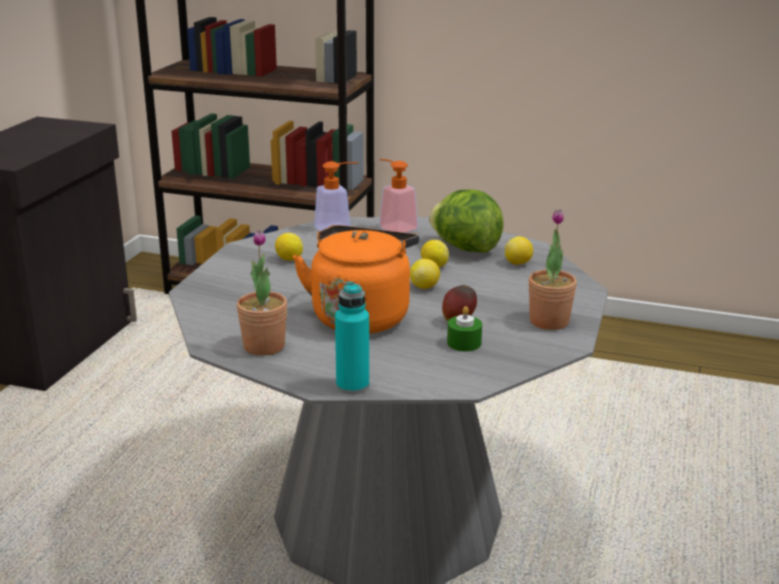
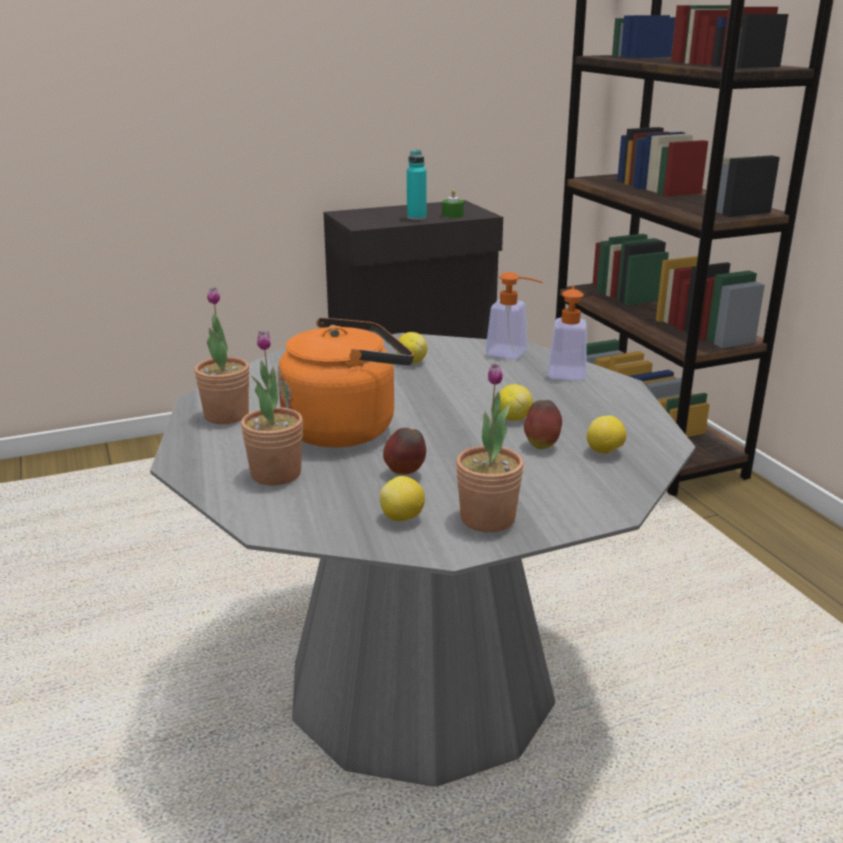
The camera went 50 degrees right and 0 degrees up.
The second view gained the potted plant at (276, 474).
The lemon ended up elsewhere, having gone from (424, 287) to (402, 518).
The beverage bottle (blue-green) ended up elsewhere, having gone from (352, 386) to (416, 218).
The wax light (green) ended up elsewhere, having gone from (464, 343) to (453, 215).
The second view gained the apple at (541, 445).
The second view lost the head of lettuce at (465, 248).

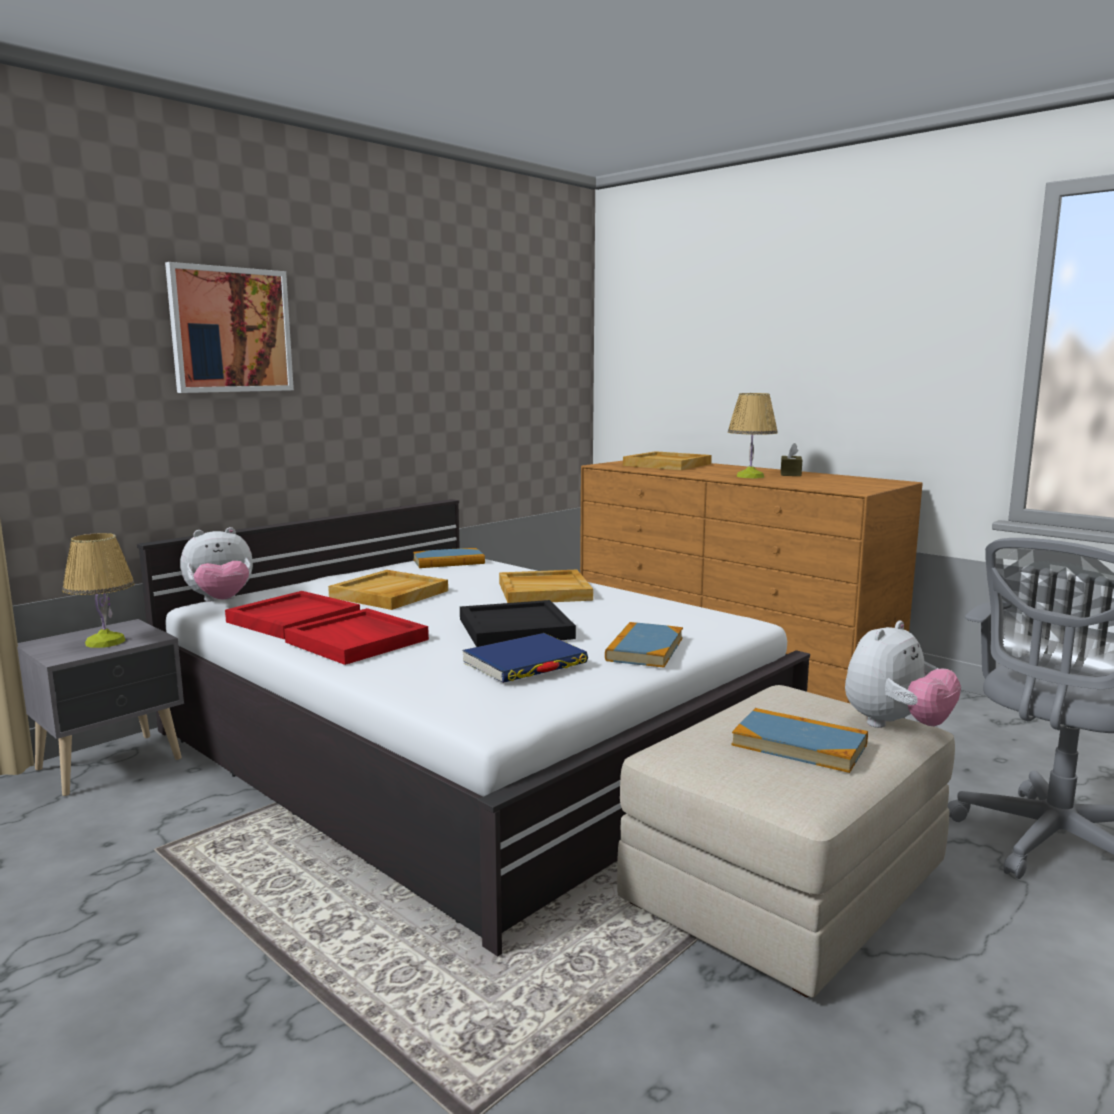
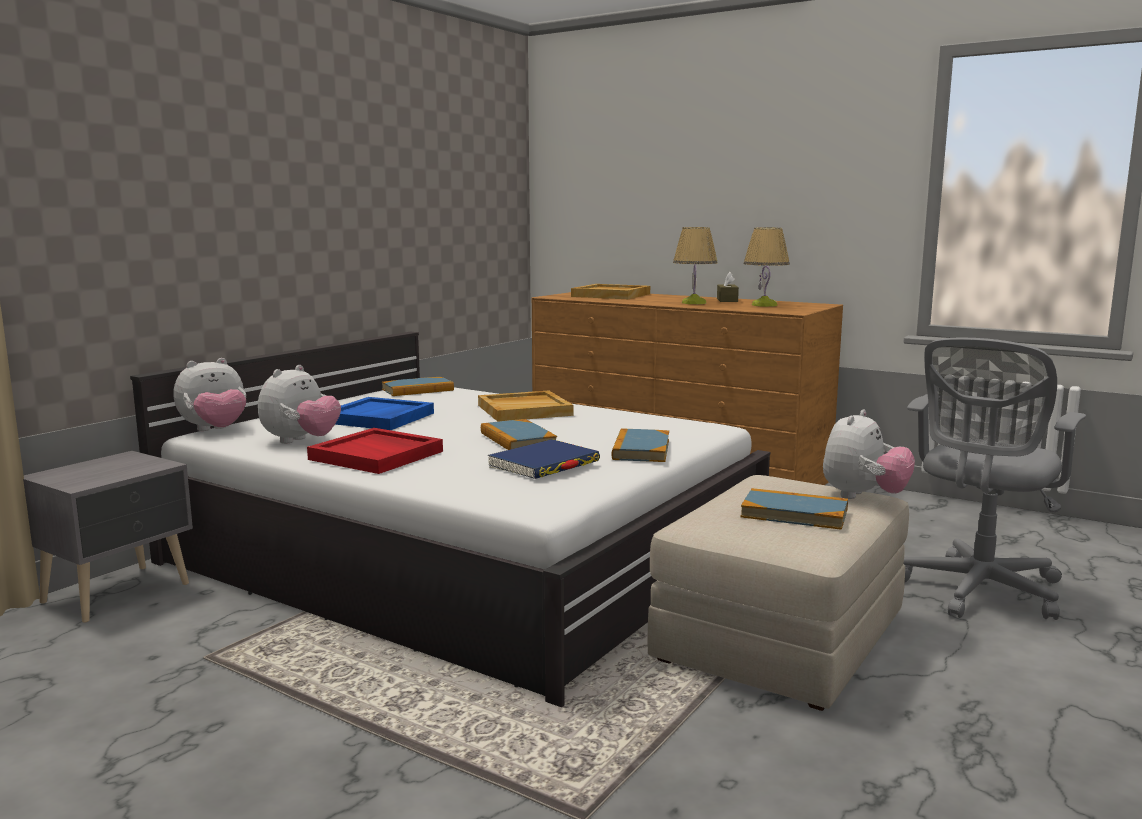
The camera went 10 degrees left and 0 degrees up.
Where the carrying tray (red) stood at (294, 619), the soft toy came to stand at (301, 441).
What was the carrying tray (beige-coloured) at (389, 594) turned into the carrying tray (blue-coloured) at (379, 418).
Where the carrying tray (black-coloured) stood at (514, 629), the book came to stand at (517, 439).
The lamp for a table ended up elsewhere, having gone from (105, 642) to (764, 305).
The second view lost the wall art at (231, 330).

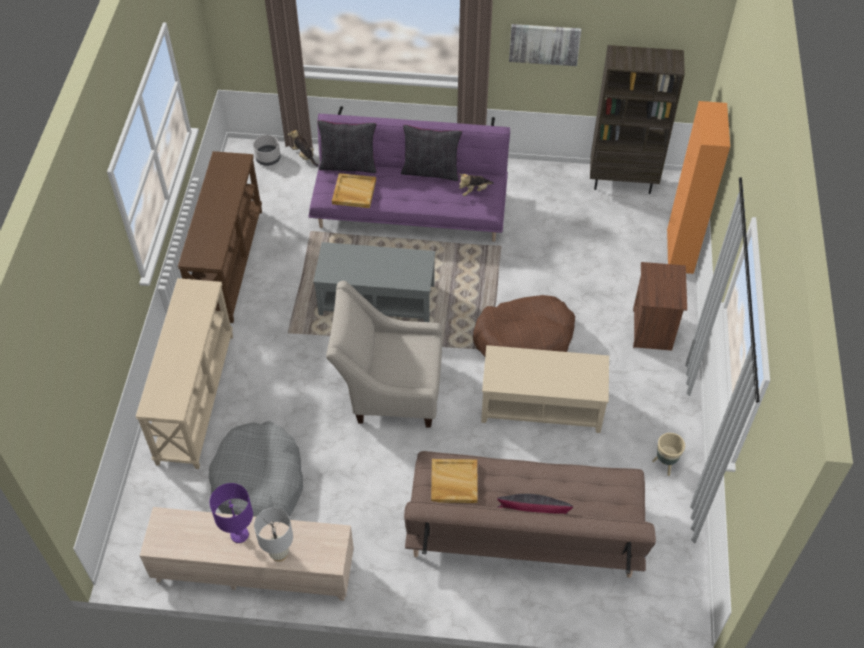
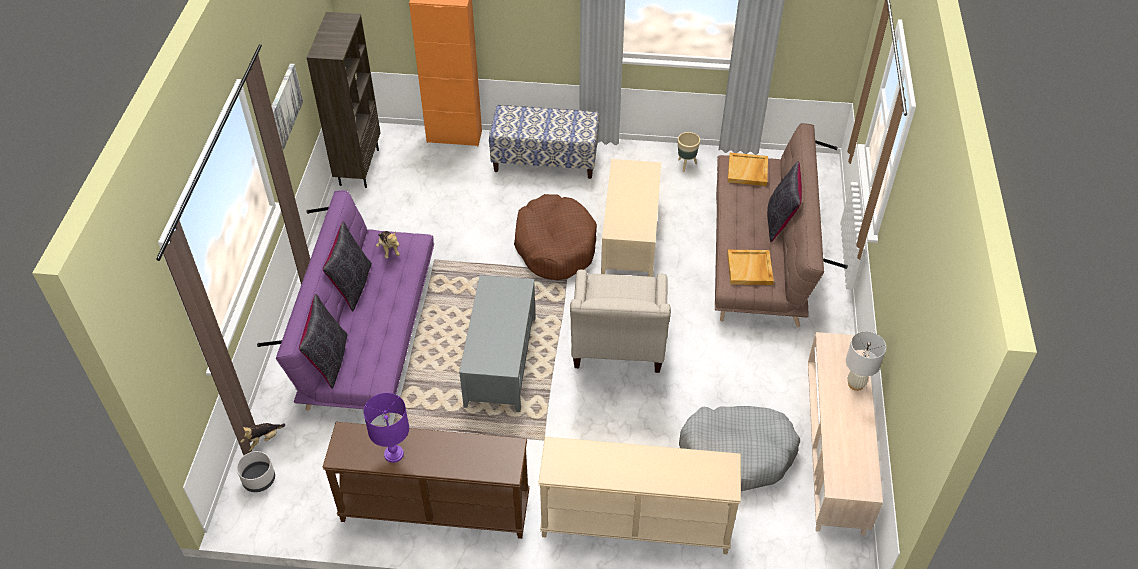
The camera went 90 degrees left and 5 degrees down.
The lamp for a table (purplish) ended up elsewhere, having gone from (239, 535) to (394, 454).
Where the bedside table (brown-coloured) stood at (653, 329), the bench came to stand at (545, 160).
The carrying tray (beige-coloured) ended up elsewhere, having gone from (353, 192) to (748, 171).

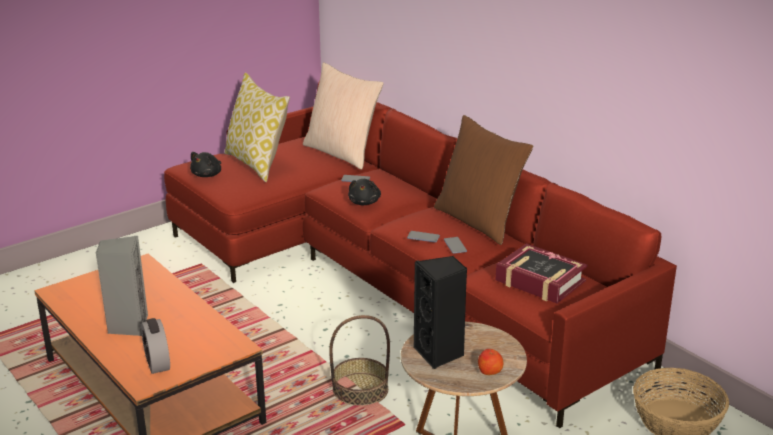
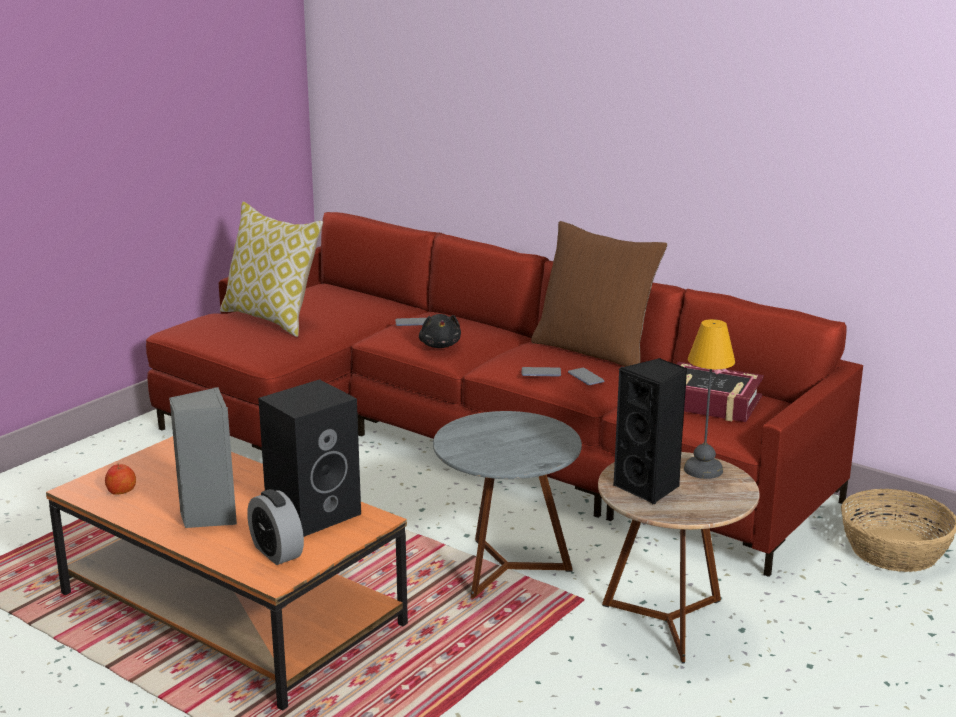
The camera went 15 degrees left and 5 degrees down.
The apple ended up elsewhere, having gone from (489, 371) to (121, 490).
The second view gained the speaker (black-coloured) at (314, 512).
Where the household basket stood at (360, 390), the side table (gray) came to stand at (505, 570).
The second view gained the lamp for a table at (702, 469).
The second view lost the soft toy (black-coloured) at (207, 175).
The second view lost the pillow (beige-coloured) at (342, 153).

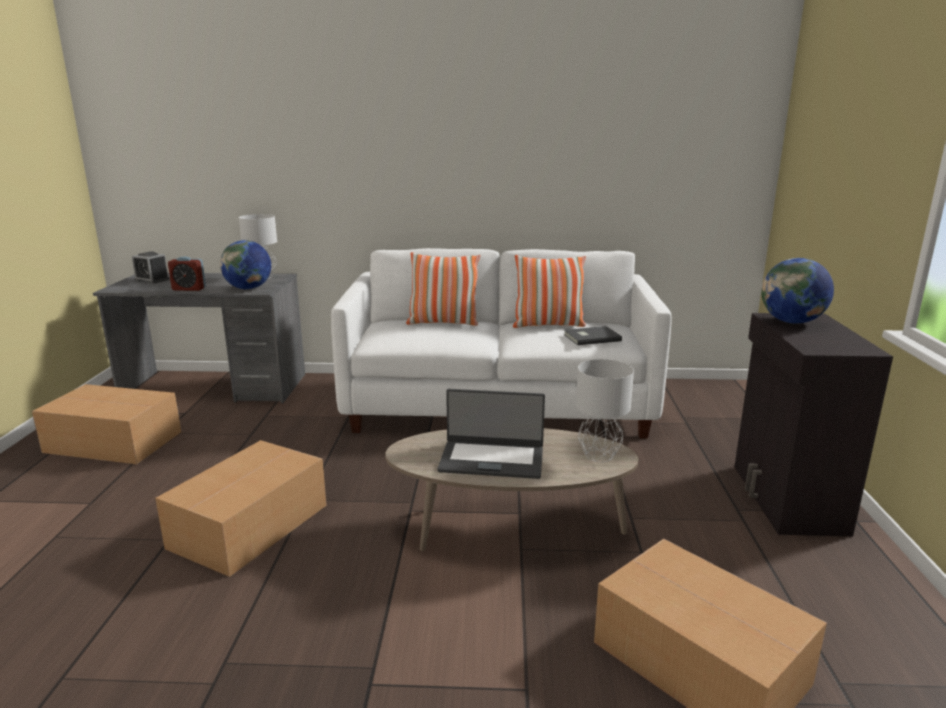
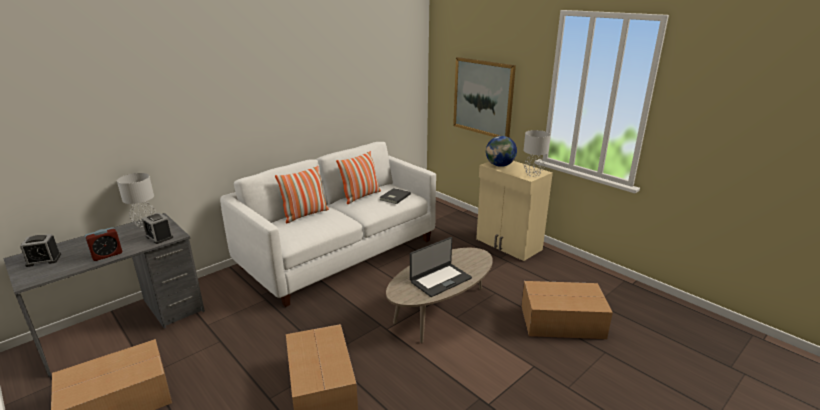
The camera went 45 degrees left and 5 degrees up.
Where the world globe stood at (248, 288), the bedside clock came to stand at (159, 237).
The second view gained the wall art at (483, 97).
What was the storage cabinet (black-coloured) at (786, 499) turned into the storage cabinet (beige-coloured) at (508, 245).
The lamp for a table (gray) ended up elsewhere, having gone from (598, 456) to (533, 174).

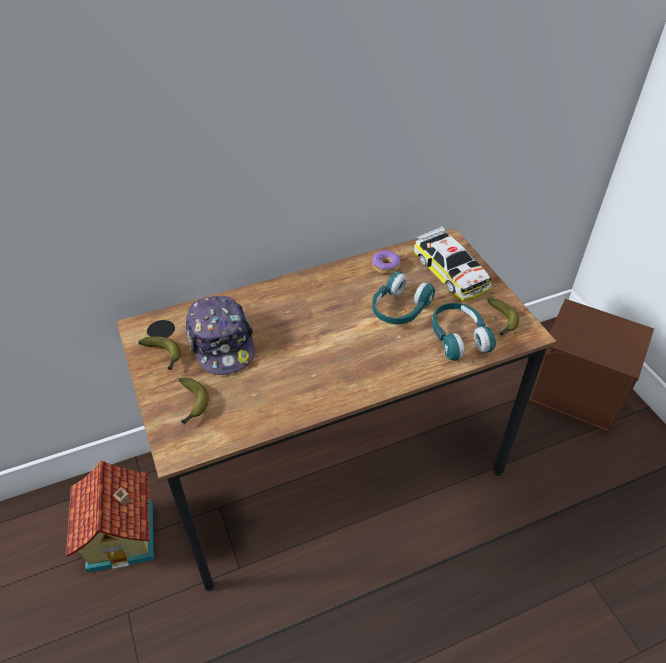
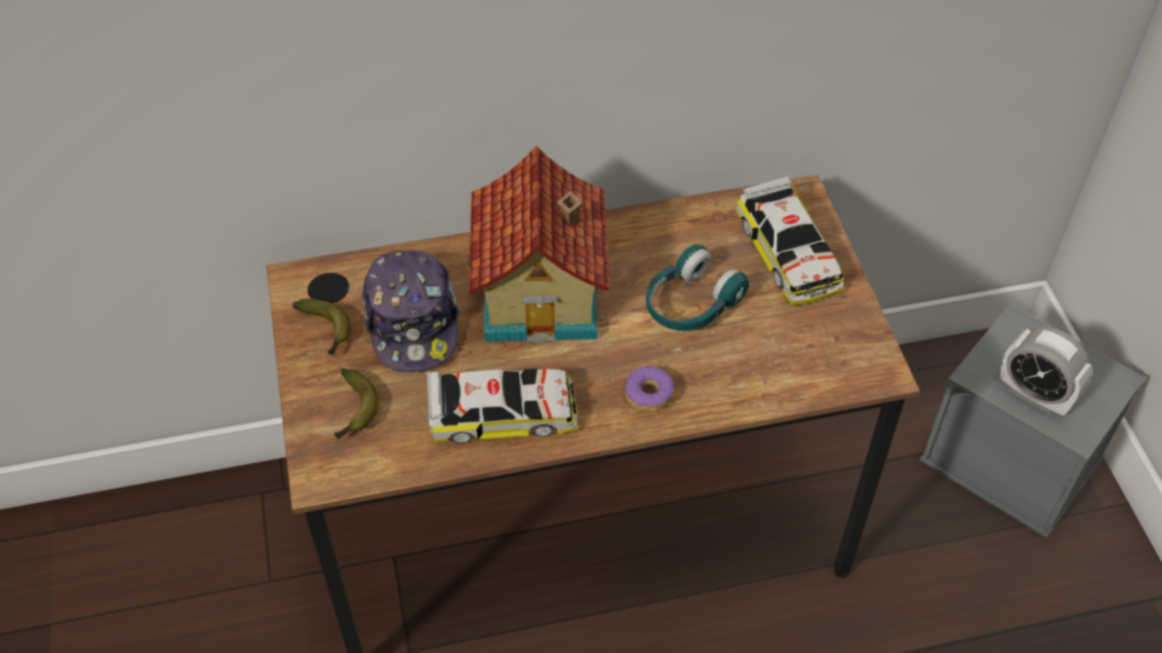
The camera went 10 degrees right and 5 degrees up.
The second view gained the miniature car at (503, 413).
The model house ended up elsewhere, having gone from (123, 535) to (544, 296).
The donut ended up elsewhere, having gone from (385, 266) to (648, 395).
What was the storage container (brown-coloured) at (577, 391) turned into the storage container (gray) at (1013, 459).
The second view gained the bedside clock at (1034, 395).
The second view lost the headphones (blue-green) at (458, 338).
The second view lost the banana at (501, 321).

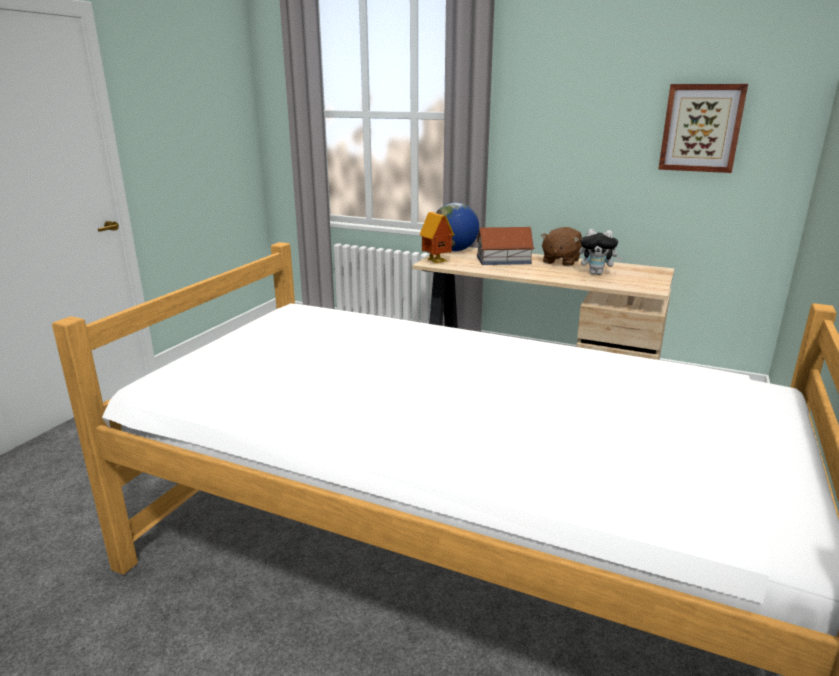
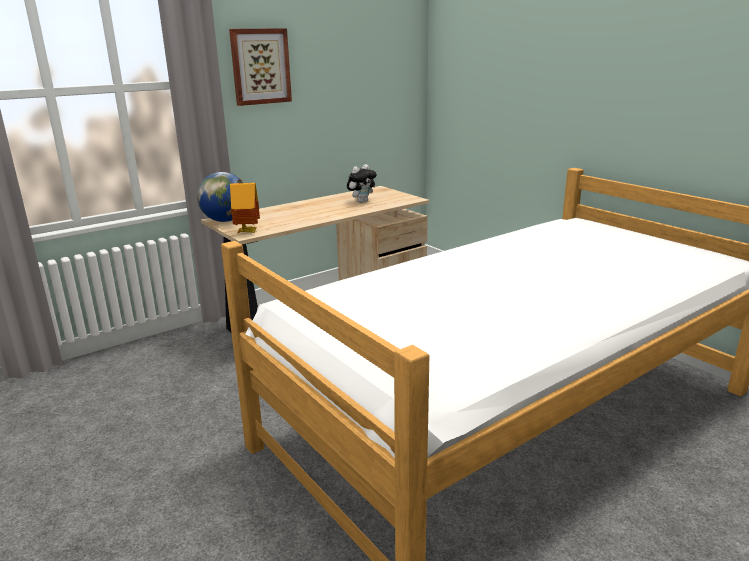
The camera went 60 degrees left and 0 degrees up.
The wall art ended up elsewhere, having gone from (701, 128) to (260, 66).
The second view lost the model house at (503, 260).
The second view lost the soft toy (brown-coloured) at (560, 261).

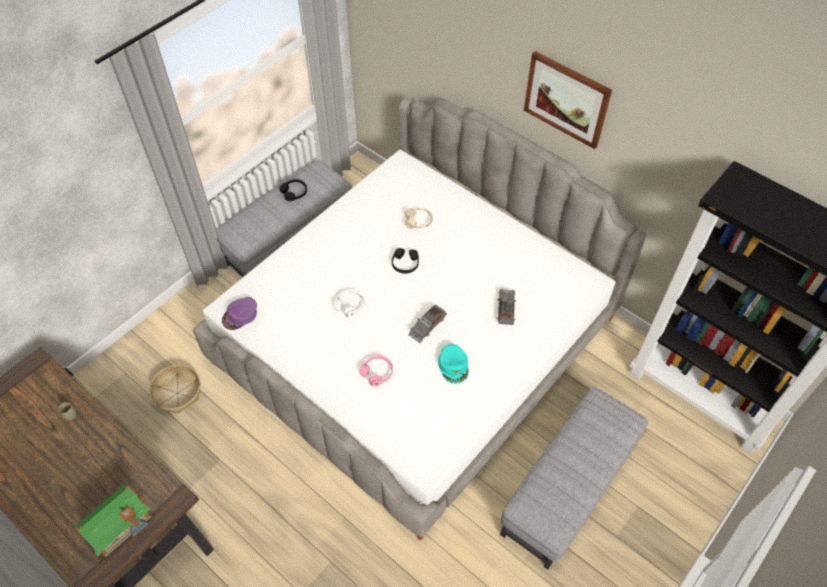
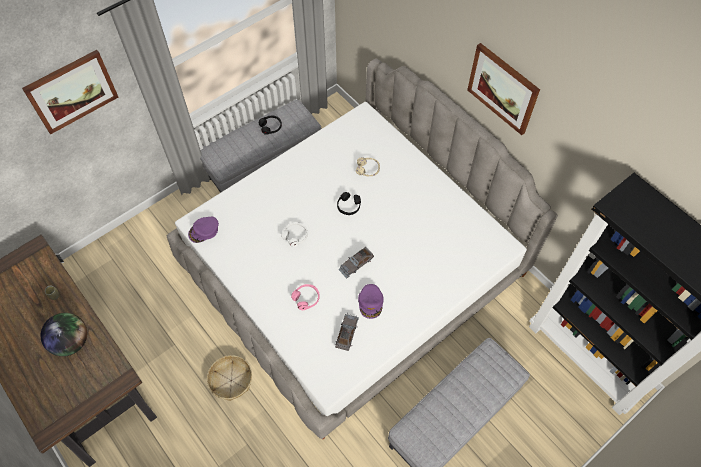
The camera went 10 degrees right and 5 degrees up.
The second view gained the wall art at (72, 91).
The second view gained the world globe at (71, 342).
The household basket ended up elsewhere, having gone from (177, 393) to (231, 380).
The miniature car (gray) ended up elsewhere, having gone from (506, 308) to (347, 333).
What was the baseball cap (blue-green) at (453, 366) turned into the baseball cap (purplish) at (371, 302).
The second view lost the model house at (118, 524).

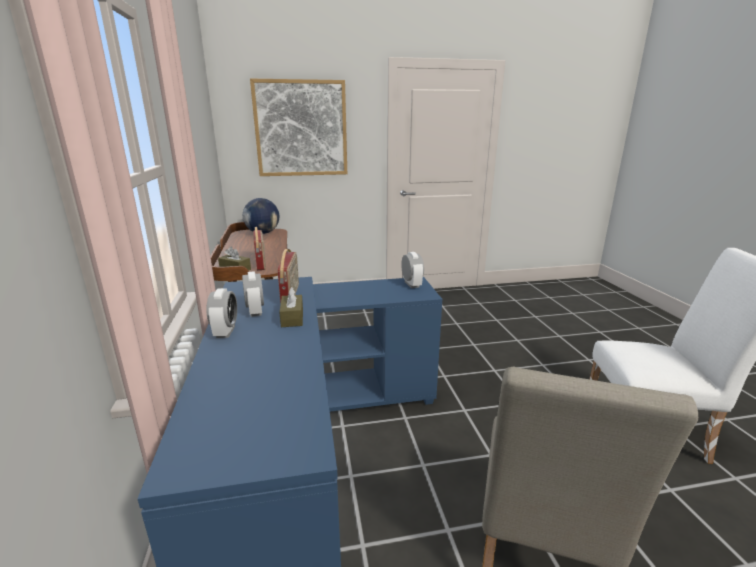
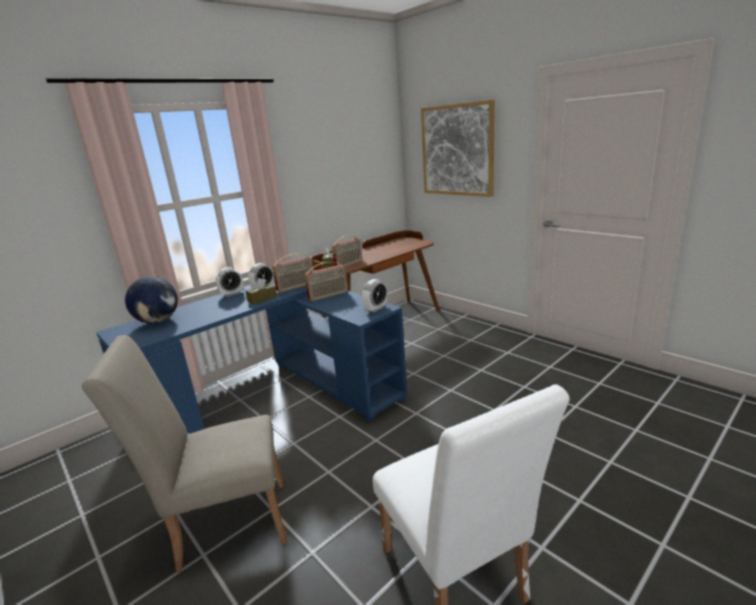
The camera went 60 degrees right and 0 degrees up.
The world globe ended up elsewhere, having gone from (263, 233) to (158, 321).
The second view gained the radio set at (328, 296).

